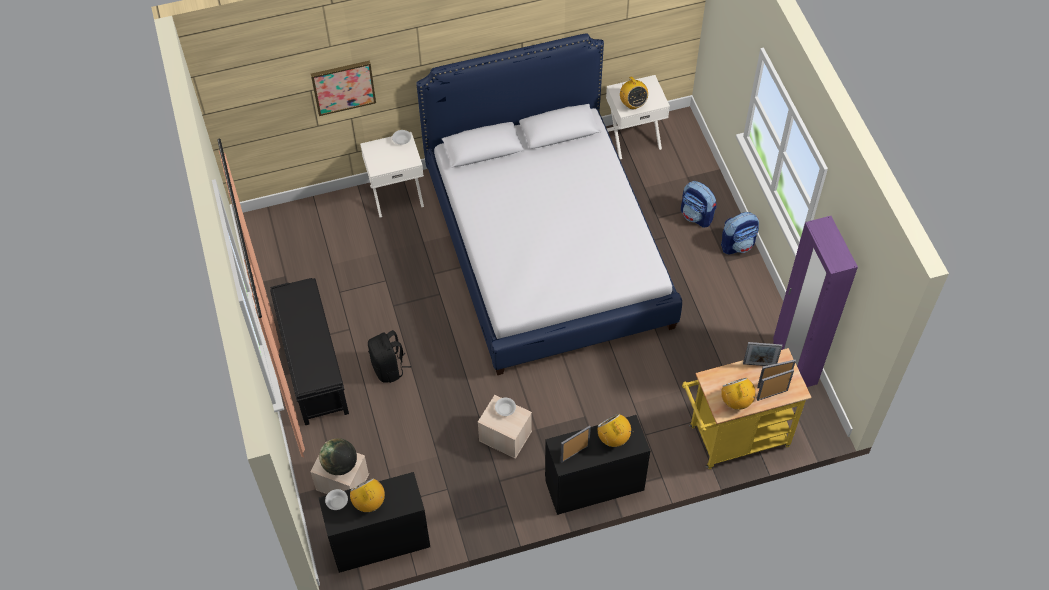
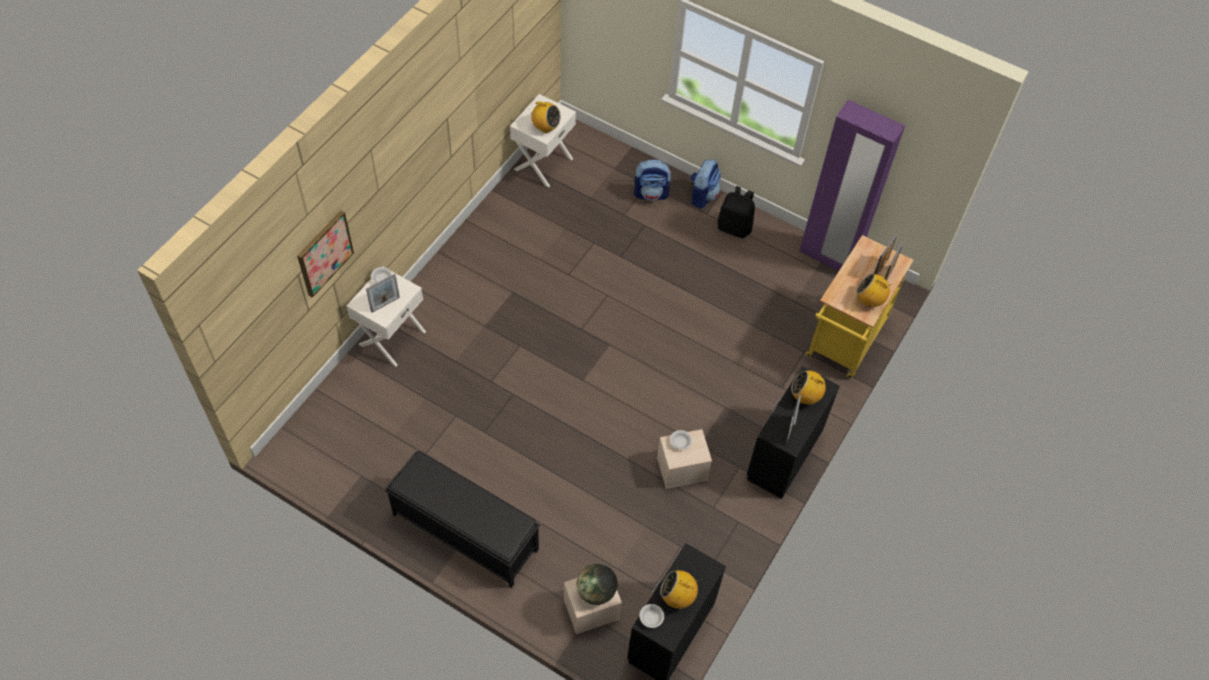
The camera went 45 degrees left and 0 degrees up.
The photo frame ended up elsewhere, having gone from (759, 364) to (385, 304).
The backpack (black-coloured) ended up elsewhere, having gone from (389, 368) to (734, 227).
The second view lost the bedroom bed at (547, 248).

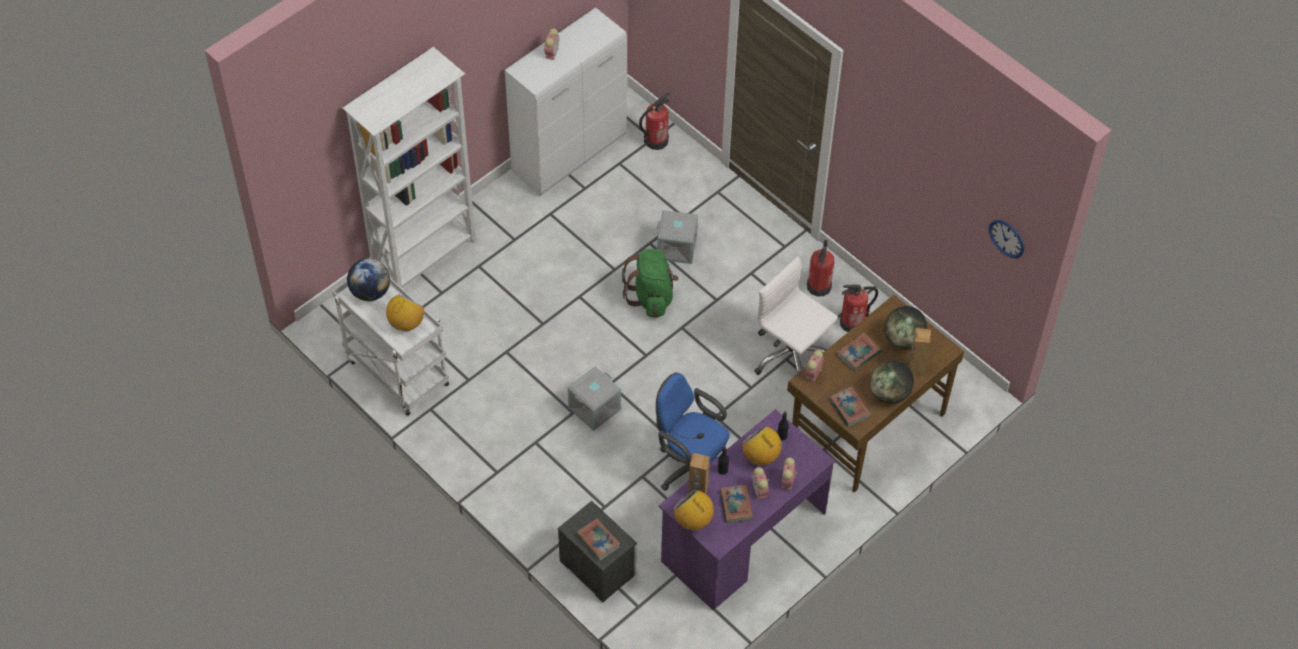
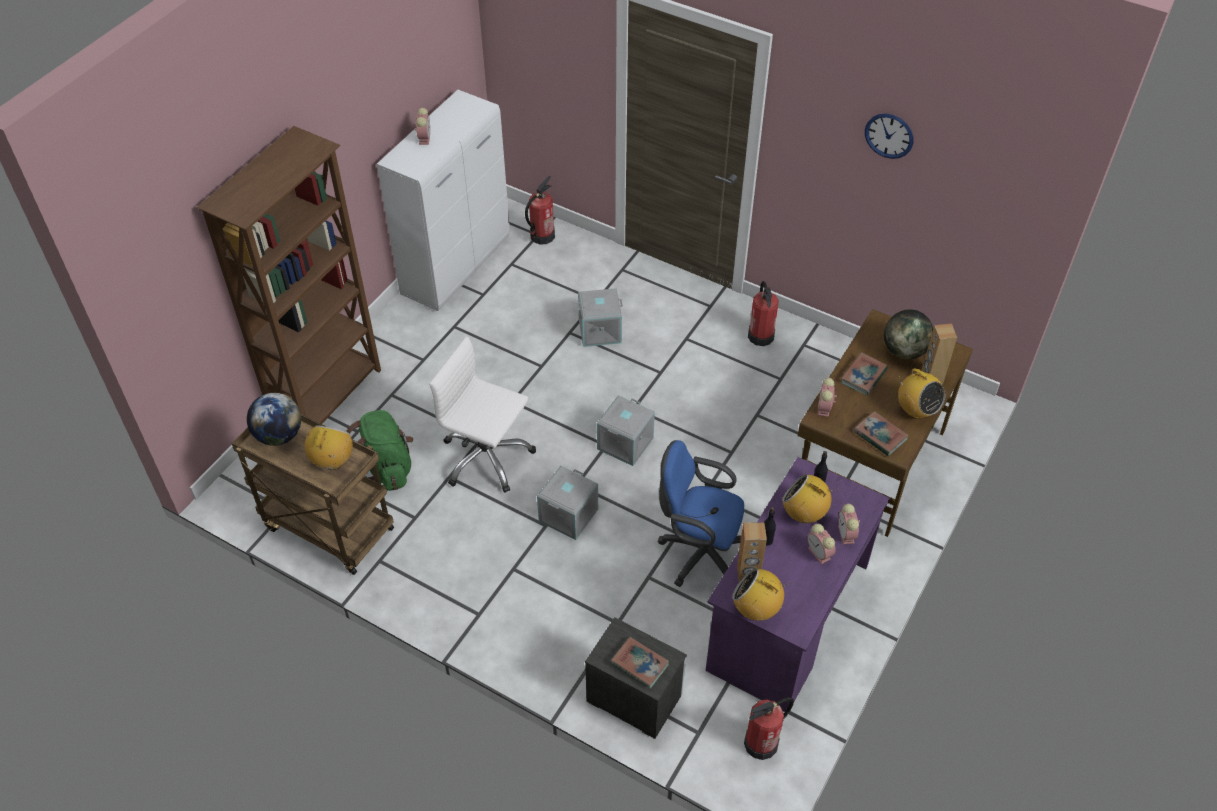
The camera went 15 degrees left and 5 degrees down.
What was the bookcase (white-coloured) at (426, 256) turned into the bookcase (brown-coloured) at (329, 397).
What was the trolley (white-coloured) at (395, 371) turned into the trolley (brown-coloured) at (326, 528).
The backpack (green) ended up elsewhere, having gone from (651, 296) to (387, 468).
The office chair (white-coloured) ended up elsewhere, having gone from (791, 356) to (486, 458).
The second view gained the storage container (gray) at (626, 444).
The fire-fighting cylinder ended up elsewhere, having gone from (852, 322) to (762, 743).
The clock on the wall ended up elsewhere, having gone from (1006, 238) to (889, 135).
Where the world globe stood at (889, 393), the radio set came to stand at (916, 410).
The second view lost the book at (736, 505).

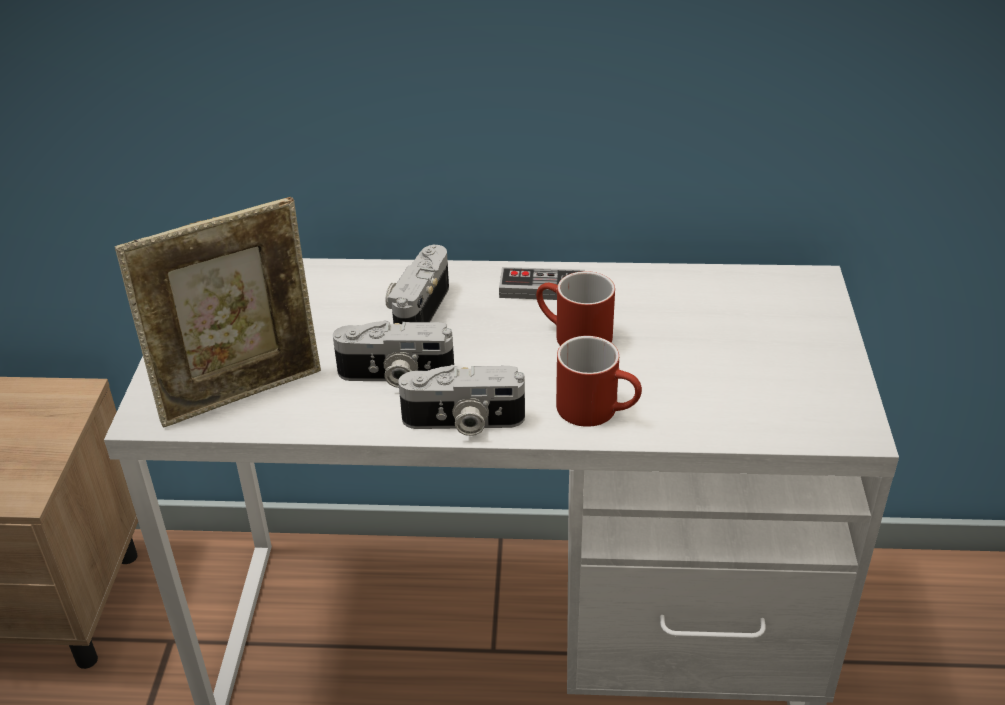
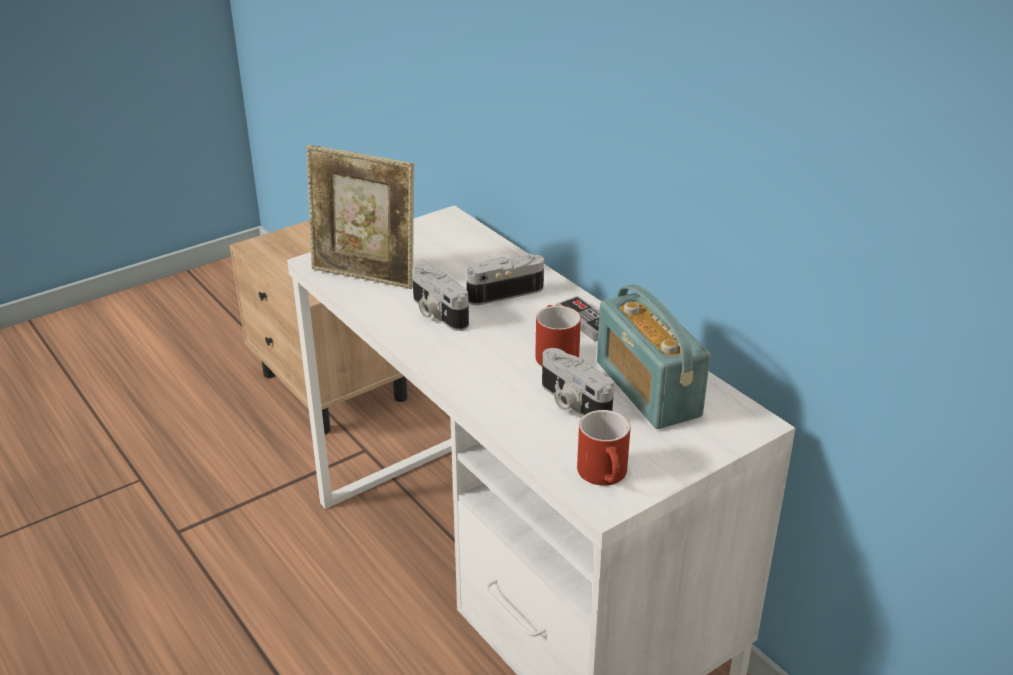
The camera went 50 degrees right and 5 degrees down.
The still camera ended up elsewhere, having gone from (463, 423) to (572, 403).
The coffee mug (red) ended up elsewhere, having gone from (598, 409) to (606, 476).
The second view gained the radio set at (647, 389).

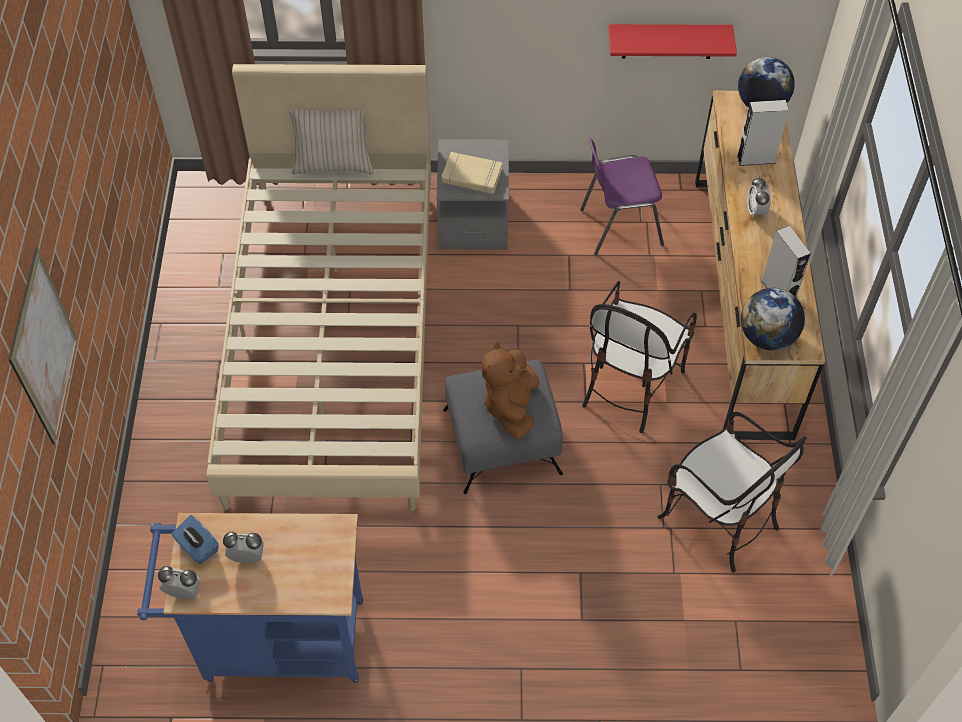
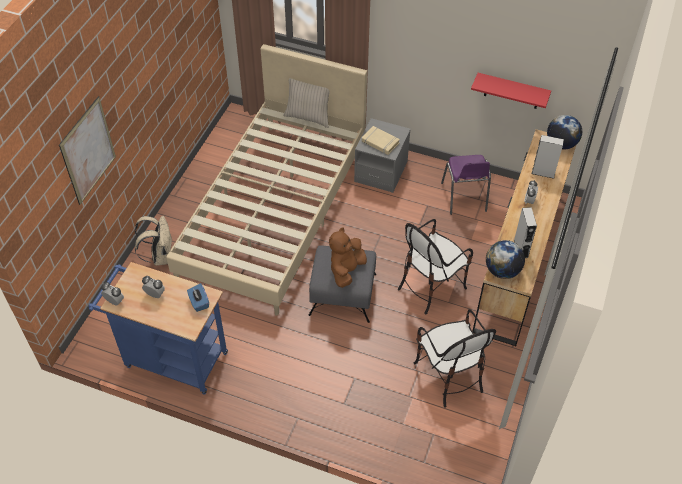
The camera went 20 degrees right and 5 degrees down.
The second view gained the backpack (beige-coloured) at (160, 256).
The box of tissues (blue-coloured) ended up elsewhere, having gone from (198, 547) to (199, 302).
The plain chair (purplish) at (618, 226) ended up facing another way, 105 degrees counterclockwise from before.

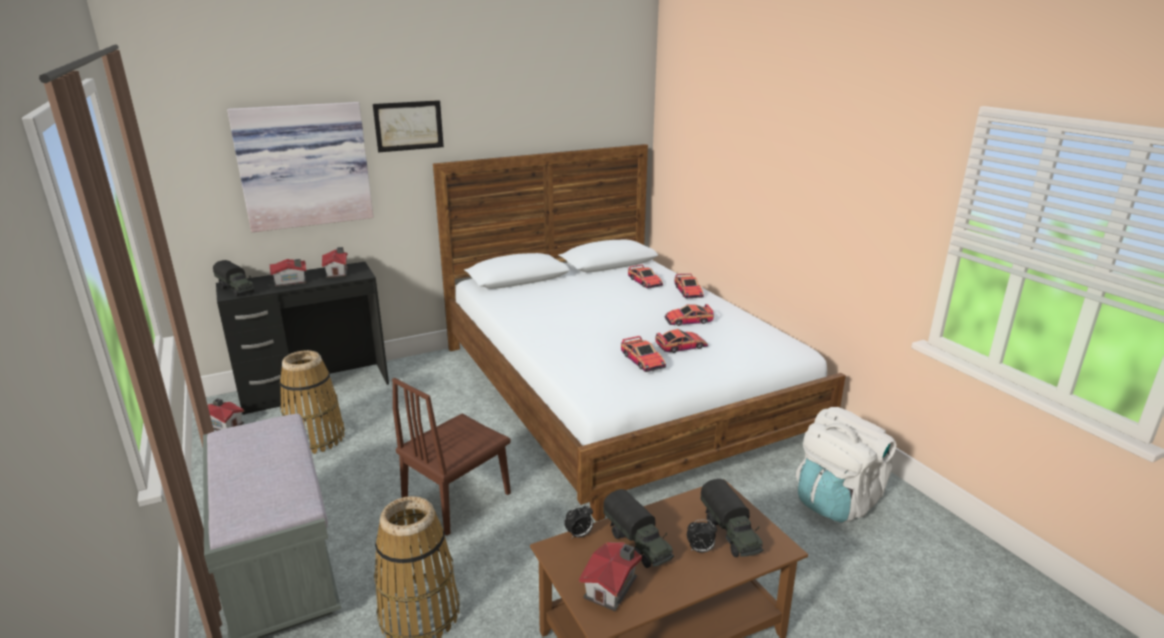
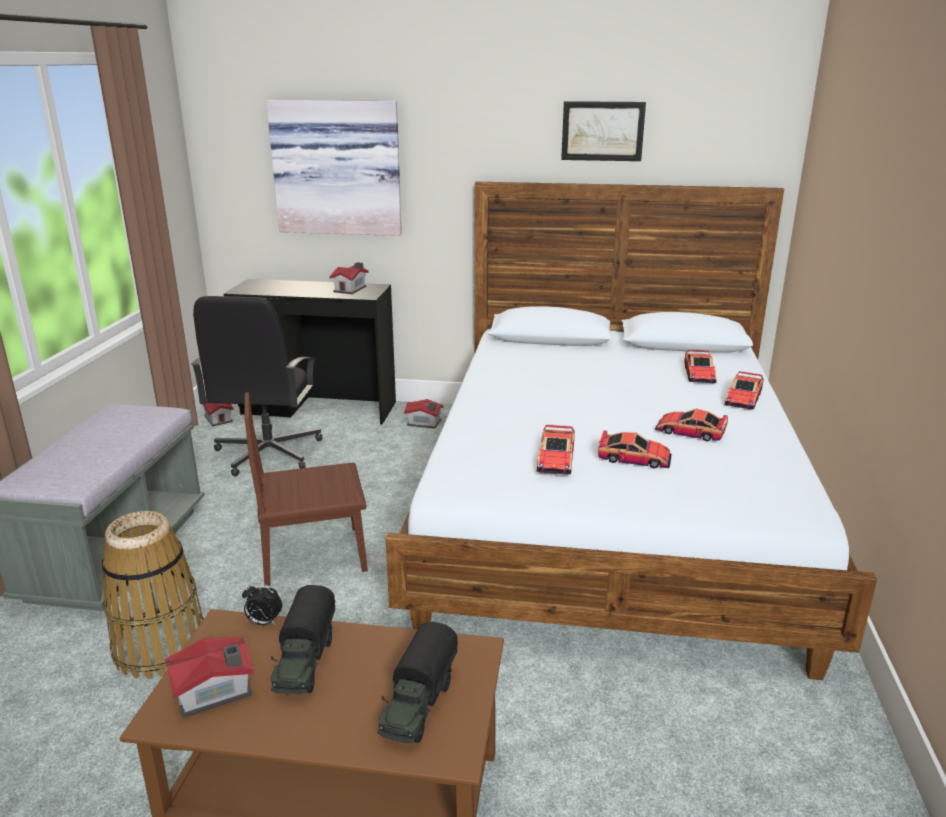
The camera went 35 degrees right and 0 degrees up.
Where the household basket stood at (315, 438), the office chair (black-coloured) came to stand at (267, 453).
The model house ended up elsewhere, having gone from (291, 282) to (425, 423).
The wall art ended up elsewhere, having gone from (408, 126) to (602, 131).
The second view lost the toy truck at (236, 289).
The second view lost the bedside clock at (700, 550).
The second view lost the backpack (white-coloured) at (837, 501).

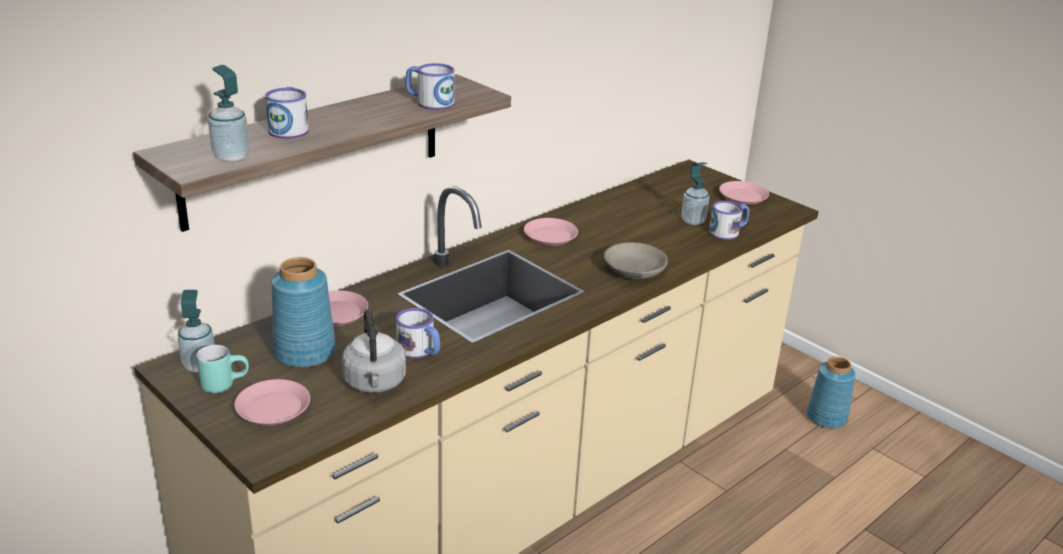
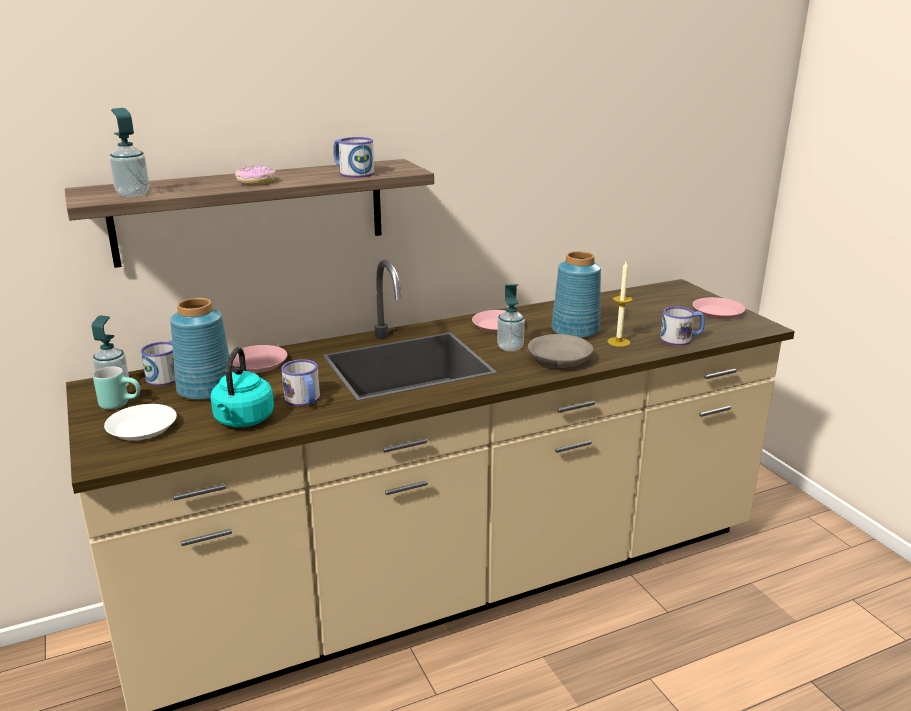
The camera went 20 degrees right and 5 degrees down.
What was the dinner plate (pink-coloured) at (272, 408) turned into the dinner plate (white-coloured) at (141, 427).
The coffee mug ended up elsewhere, having gone from (289, 128) to (167, 375).
What was the water kettle (gray) at (375, 384) turned into the water kettle (blue-green) at (243, 421).
The second view gained the donut at (256, 181).
The soap dispenser ended up elsewhere, having gone from (693, 221) to (510, 347).
The decorative vase (blue-coloured) ended up elsewhere, having gone from (827, 418) to (575, 331).
The second view gained the wax light at (618, 342).

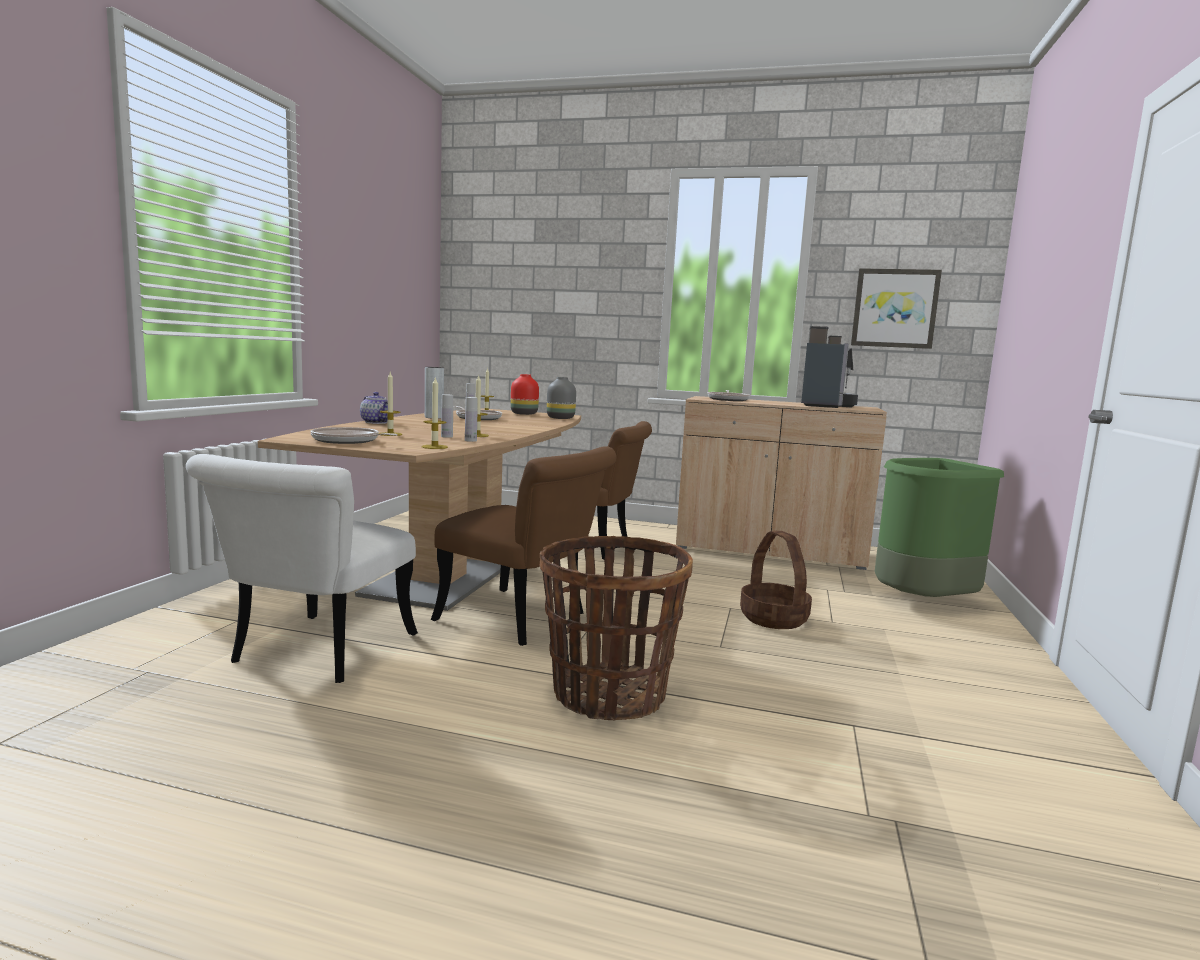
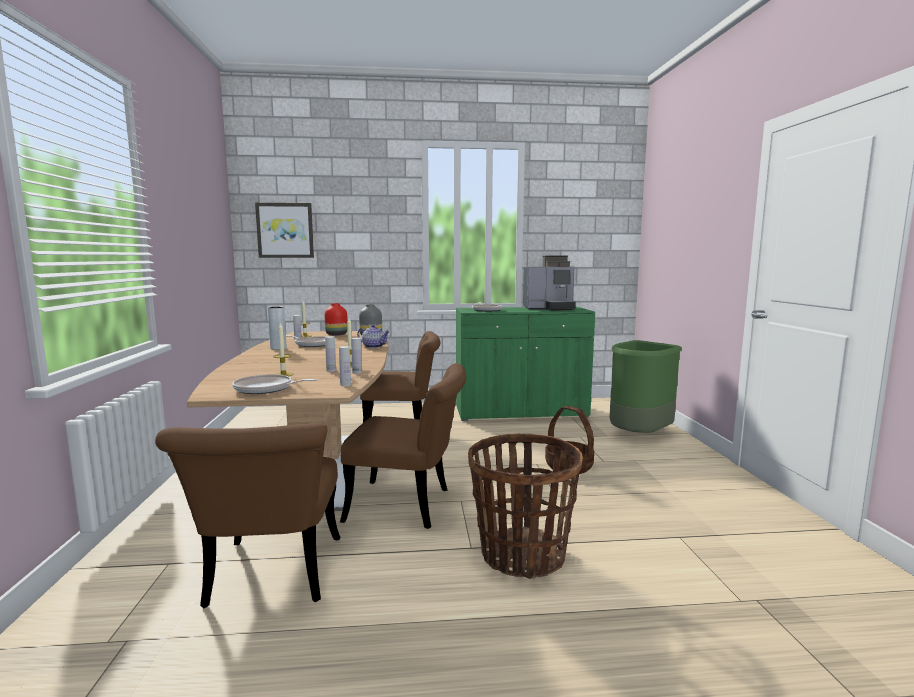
The camera went 20 degrees left and 0 degrees up.
What was the plain chair (white-coloured) at (314, 655) turned into the plain chair (brown-coloured) at (271, 580).
The wall art ended up elsewhere, having gone from (894, 308) to (285, 230).
Where the wax light stood at (434, 447), the beverage bottle (white-coloured) came to stand at (345, 385).
The pot for tea ended up elsewhere, having gone from (377, 422) to (374, 347).
What was the storage cabinet (beige-coloured) at (769, 550) turned into the storage cabinet (green) at (520, 412).
The coffee maker at (825, 405) ended up facing another way, 90 degrees clockwise from before.

